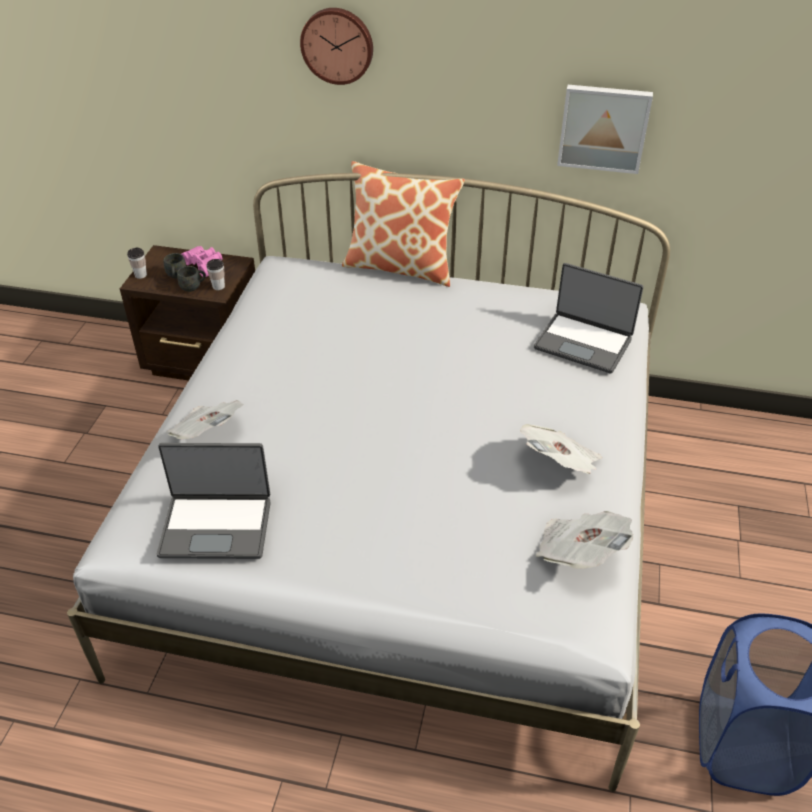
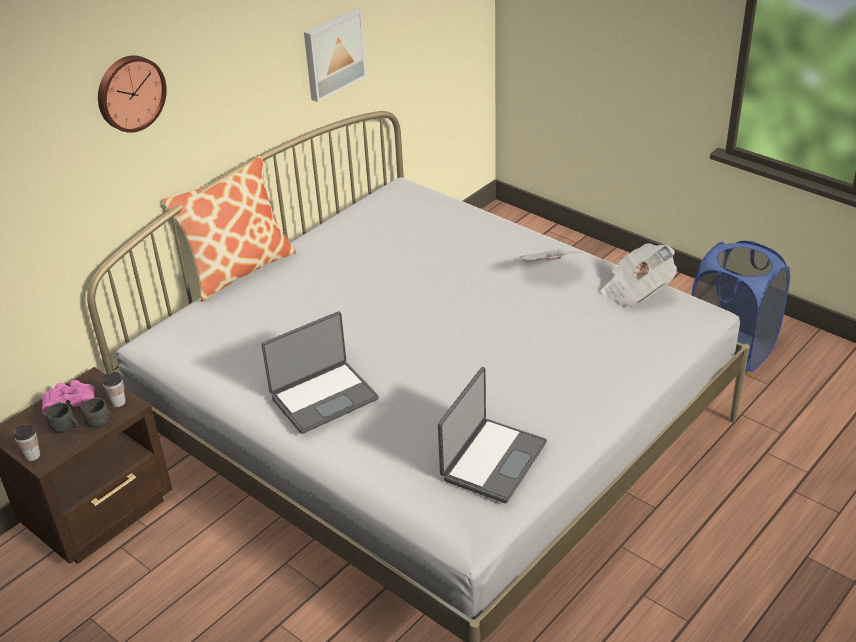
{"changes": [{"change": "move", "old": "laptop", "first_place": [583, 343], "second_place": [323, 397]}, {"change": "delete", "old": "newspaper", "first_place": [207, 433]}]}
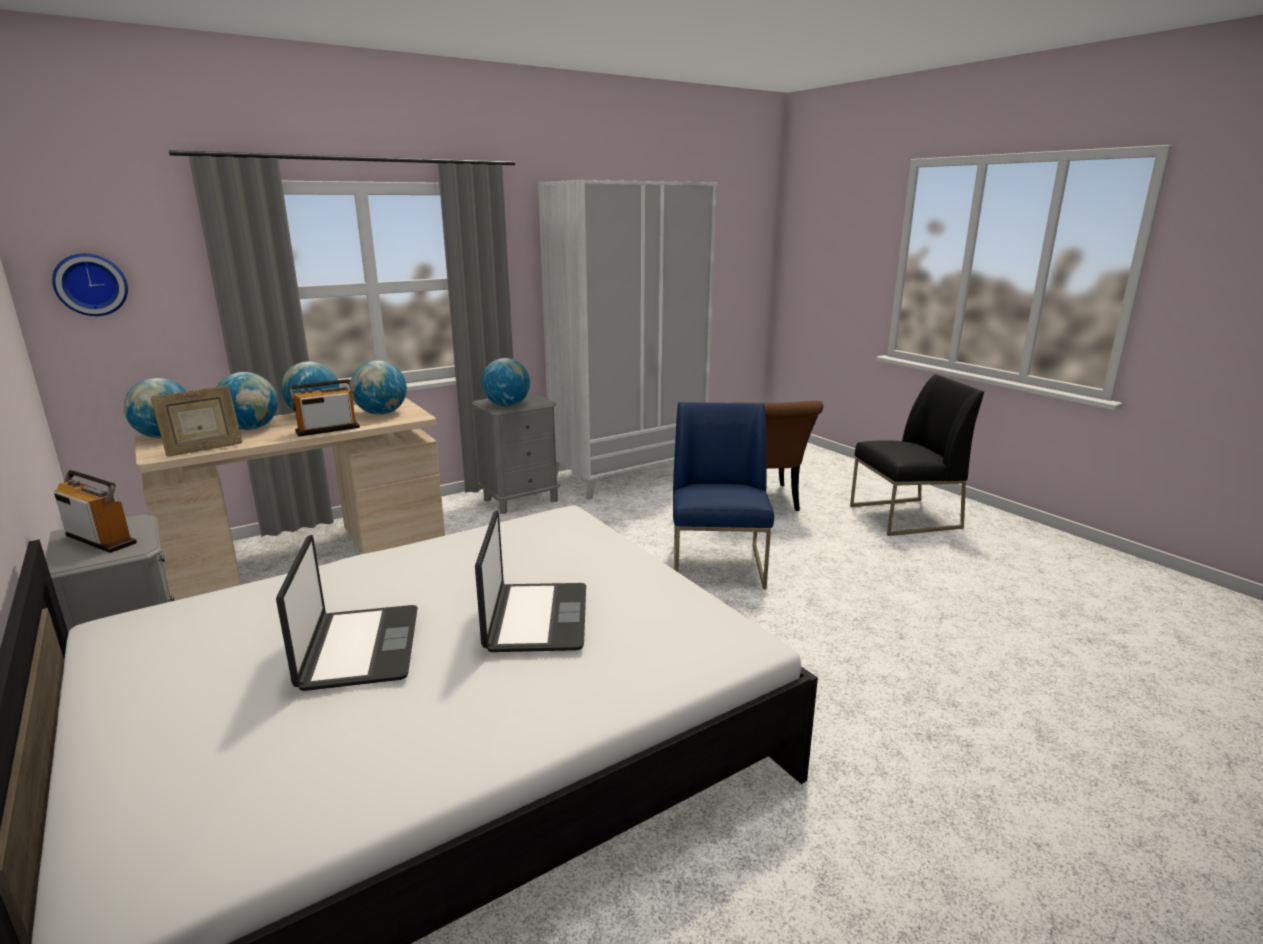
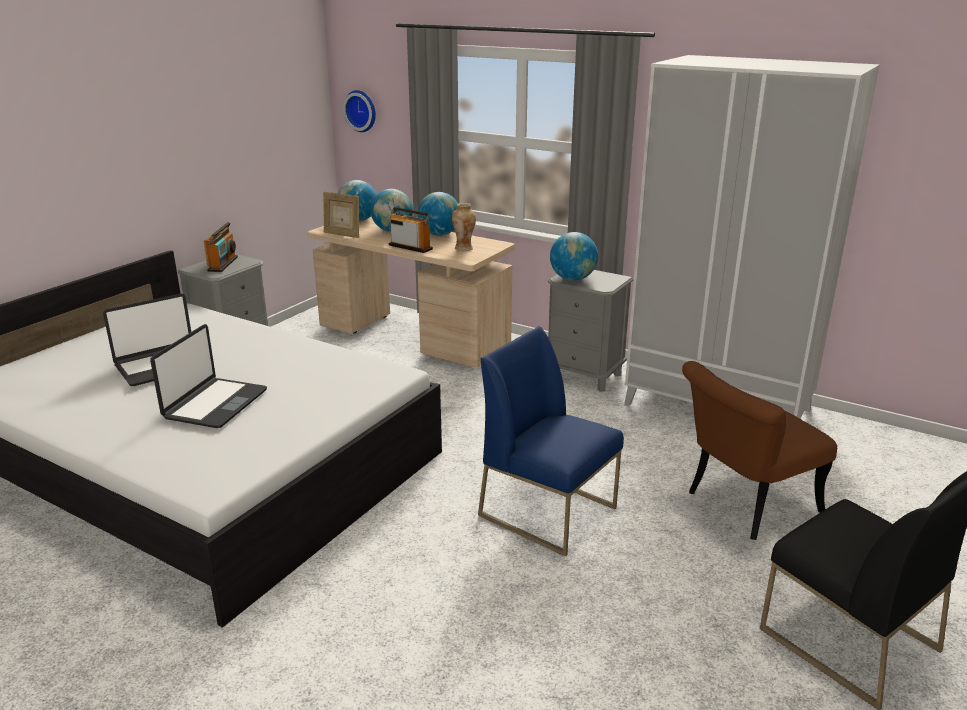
{"changes": [{"change": "replace", "old": "globe", "new": "vase", "first_place": [381, 413], "second_place": [464, 249]}, {"change": "rotate", "old": "blue chair", "first_place": [718, 566], "second_place": [549, 511], "degrees": -120}, {"change": "rotate", "old": "laptop", "first_place": [535, 618], "second_place": [215, 404], "degrees": -45}]}
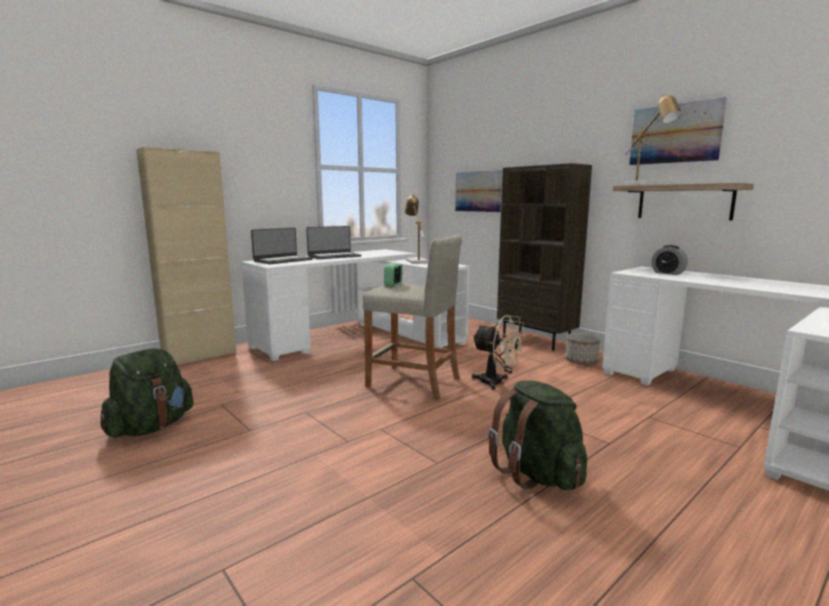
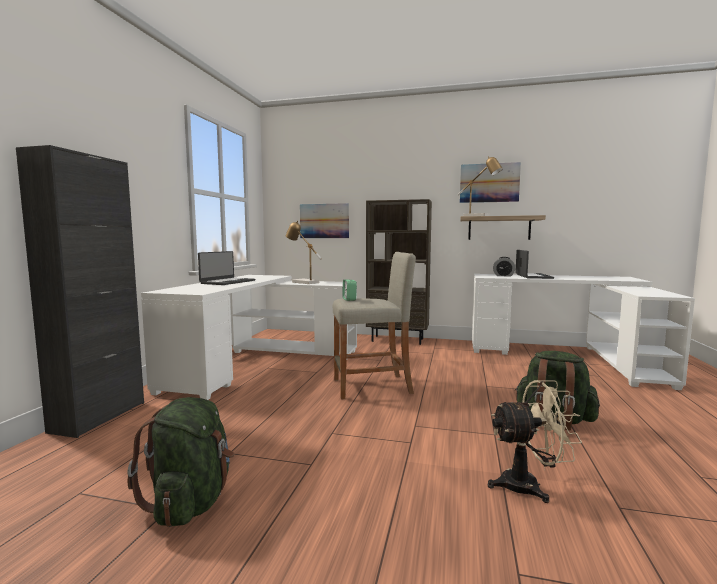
{"changes": [{"change": "recolor", "old": "beige cabinet", "new": "black cabinet", "first_place": [199, 356], "second_place": [98, 417]}, {"change": "move", "old": "laptop", "first_place": [283, 260], "second_place": [532, 276]}, {"change": "move", "old": "beige fan", "first_place": [497, 383], "second_place": [529, 485]}, {"change": "delete", "old": "planter", "first_place": [581, 361]}]}
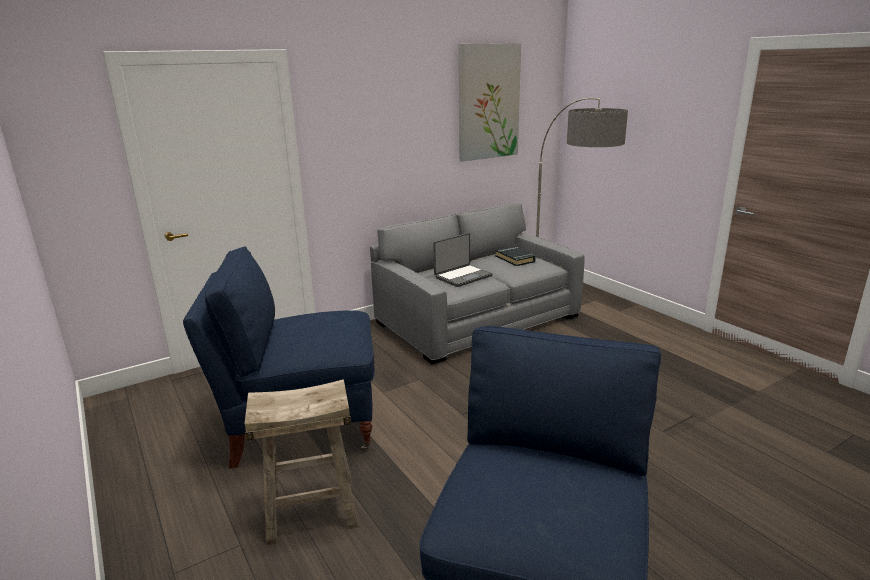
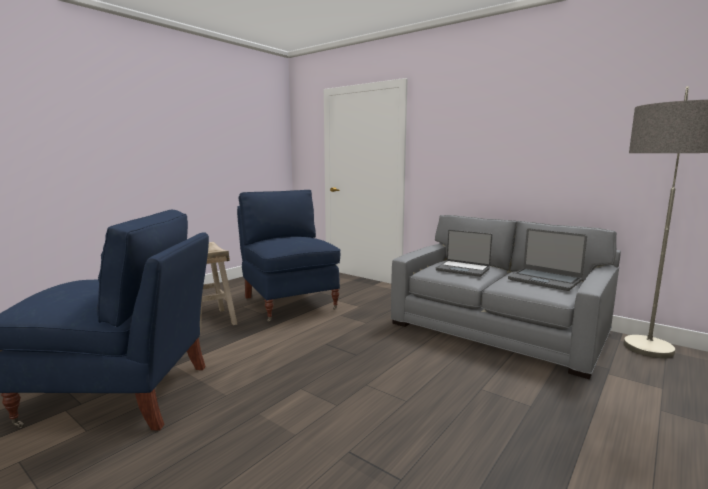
{"changes": [{"change": "delete", "old": "picture", "first_place": [488, 102]}, {"change": "replace", "old": "black book", "new": "laptop", "first_place": [515, 259], "second_place": [544, 280]}]}
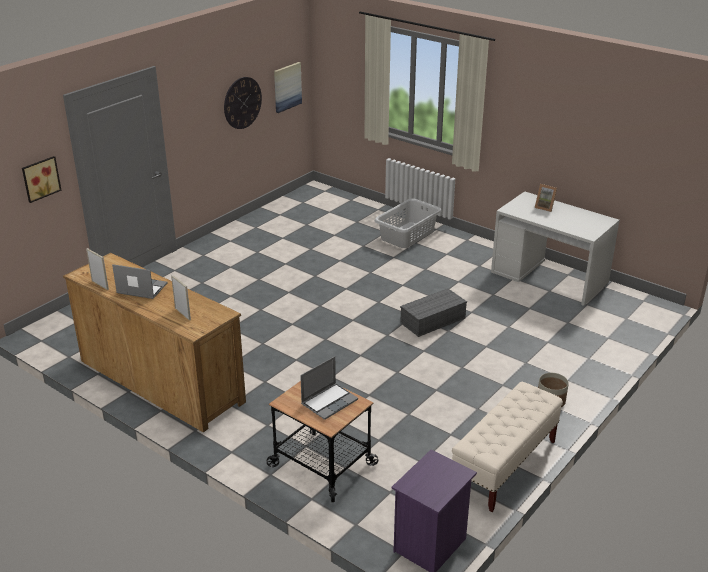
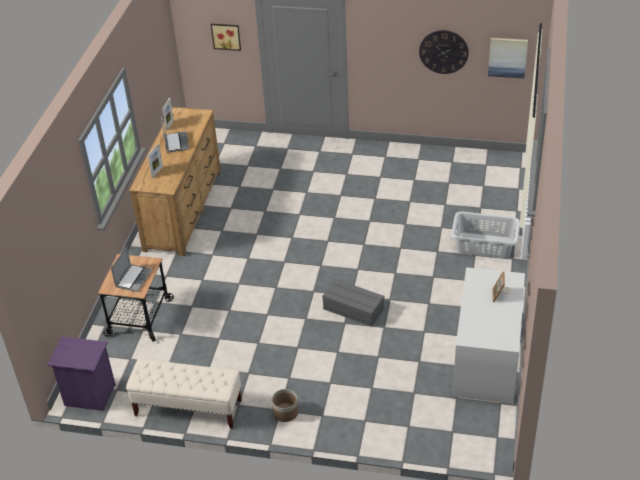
{"changes": [{"change": "rotate", "old": "laptop", "first_place": [329, 401], "second_place": [133, 278], "degrees": -90}]}
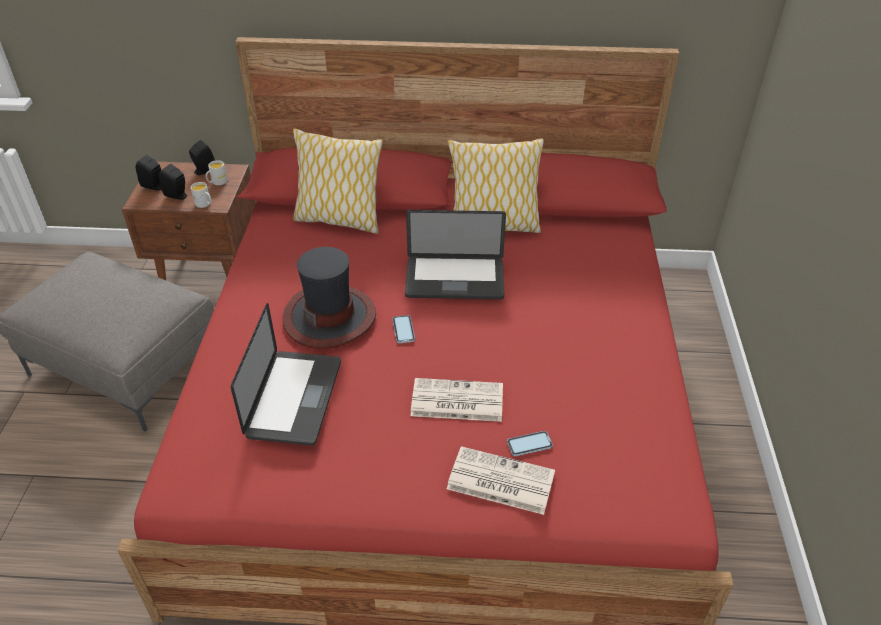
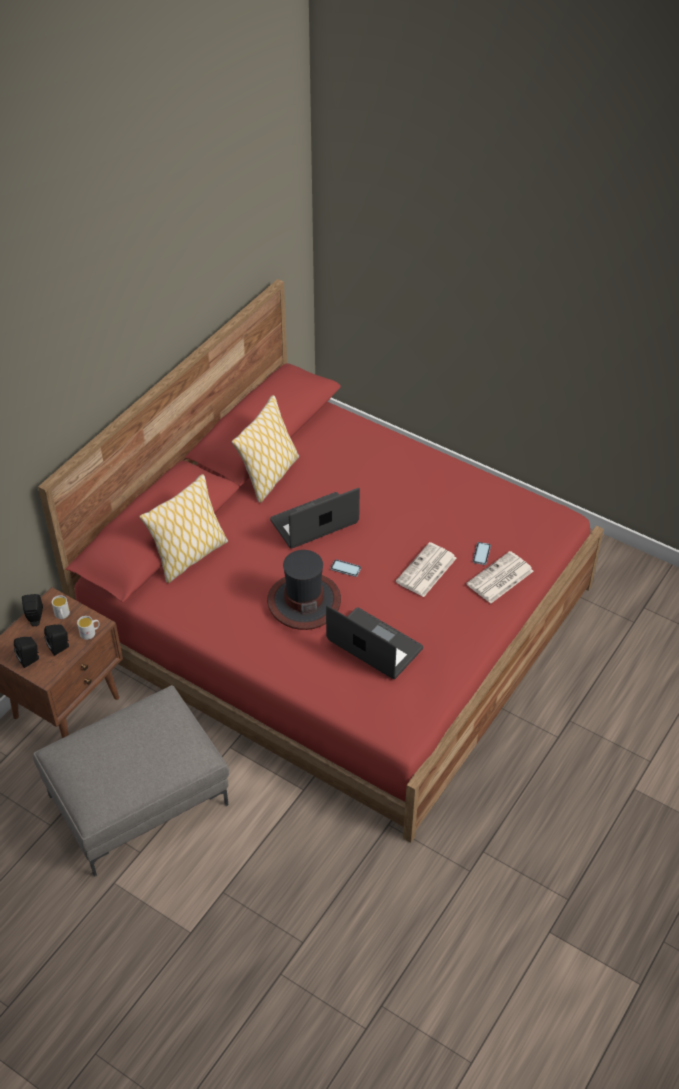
{"changes": [{"change": "rotate", "old": "laptop", "first_place": [454, 279], "second_place": [314, 522], "degrees": -150}]}
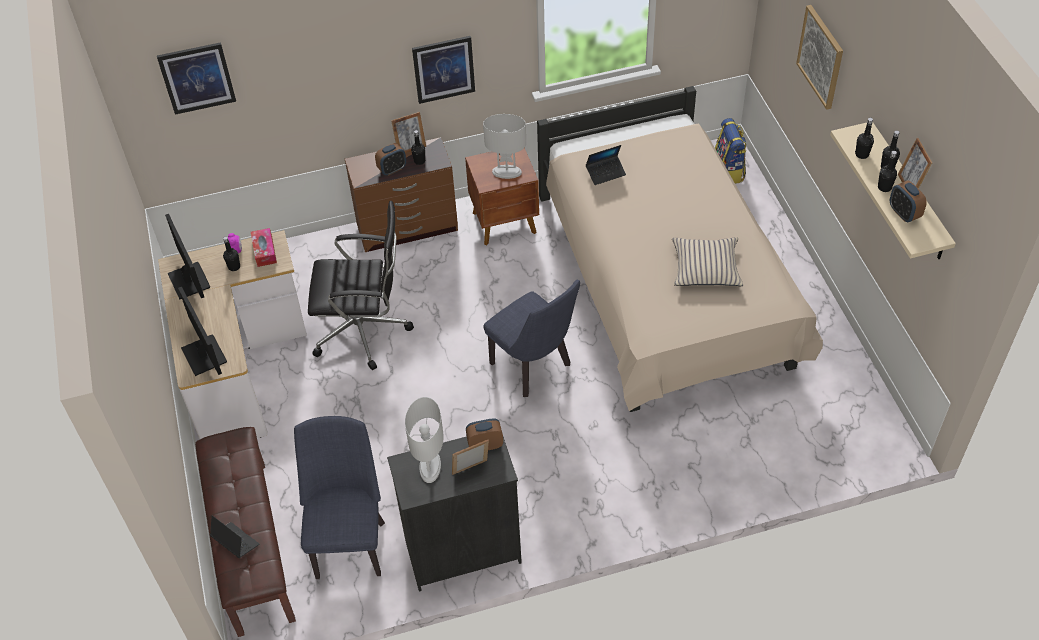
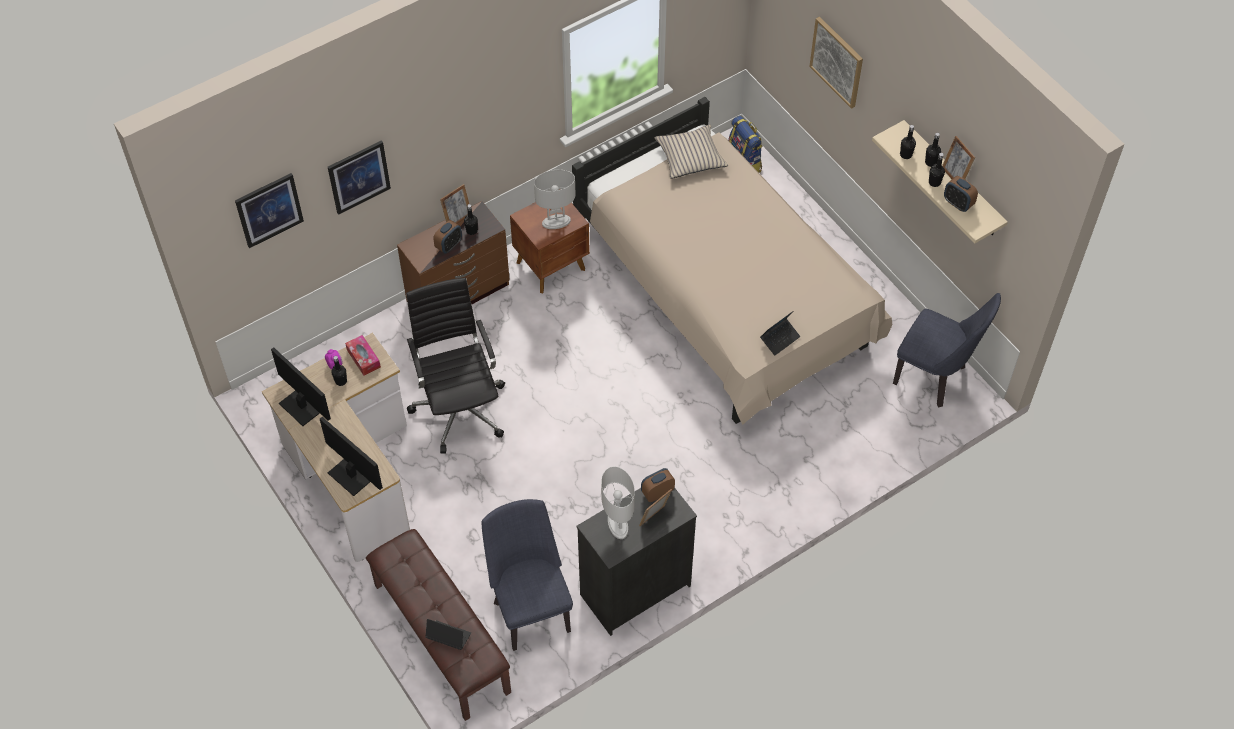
{"changes": [{"change": "move", "old": "picture", "first_place": [443, 69], "second_place": [359, 176]}, {"change": "move", "old": "laptop", "first_place": [605, 173], "second_place": [780, 339]}, {"change": "rotate", "old": "black office chair", "first_place": [364, 330], "second_place": [459, 407], "degrees": -90}, {"change": "move", "old": "beige pillow", "first_place": [705, 268], "second_place": [690, 157]}, {"change": "move", "old": "blue chair", "first_place": [534, 368], "second_place": [935, 378]}]}
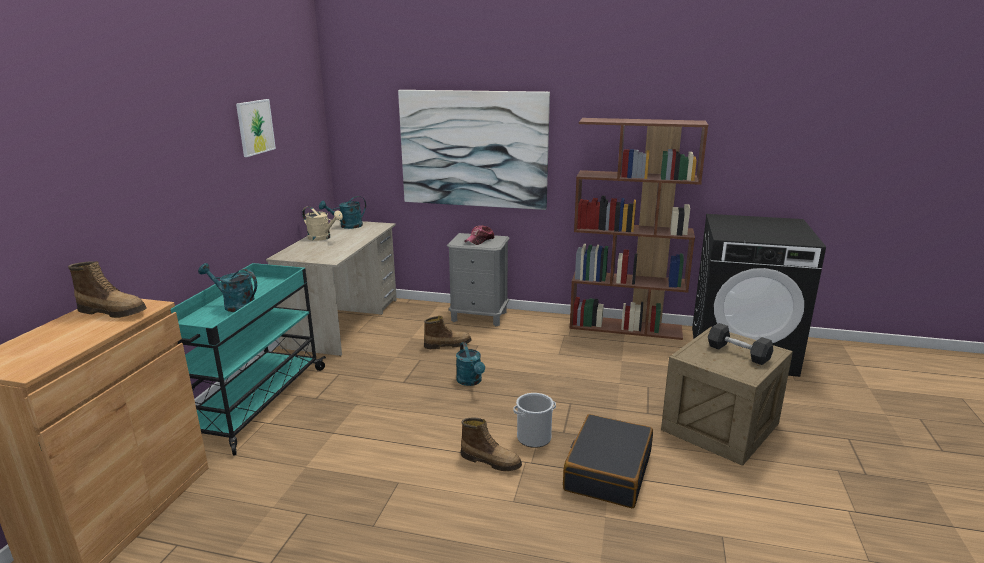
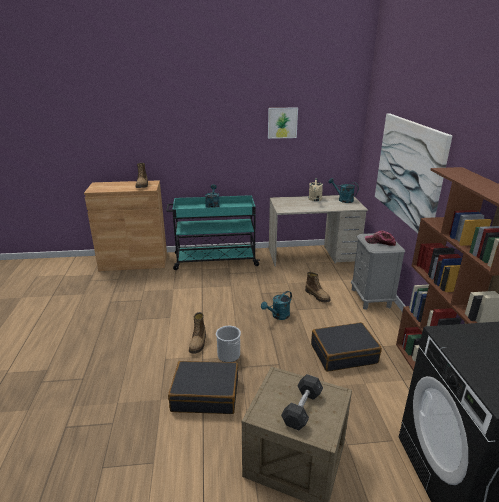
{"changes": [{"change": "insert", "new": "black suitcase", "second_place": [343, 353]}]}
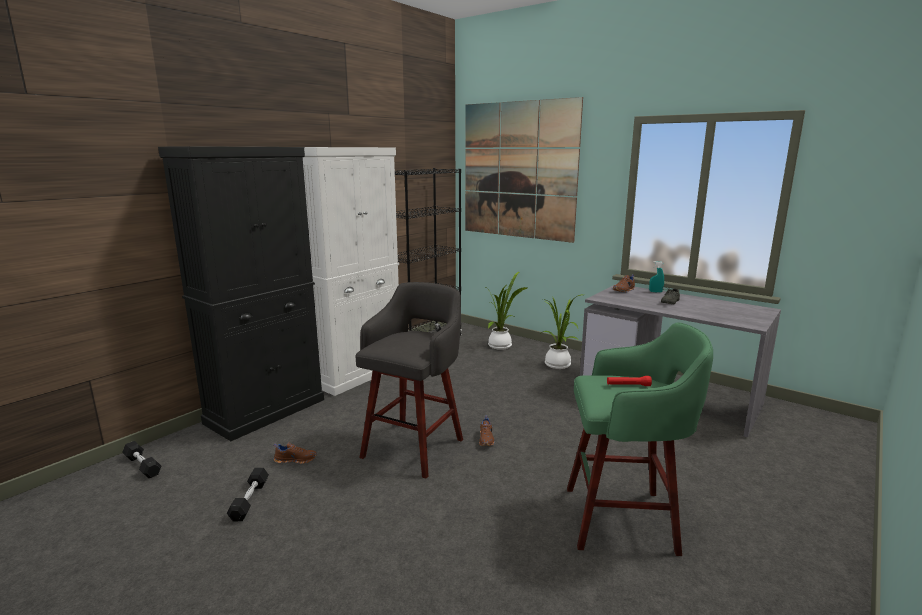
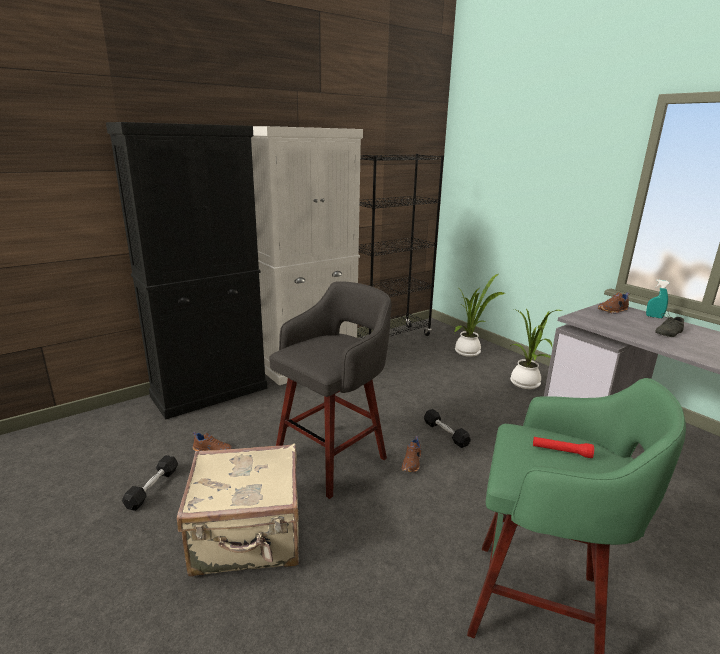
{"changes": [{"change": "delete", "old": "picture", "first_place": [518, 171]}, {"change": "move", "old": "black dumbbell", "first_place": [142, 466], "second_place": [445, 433]}, {"change": "insert", "new": "beige suitcase", "second_place": [248, 538]}]}
